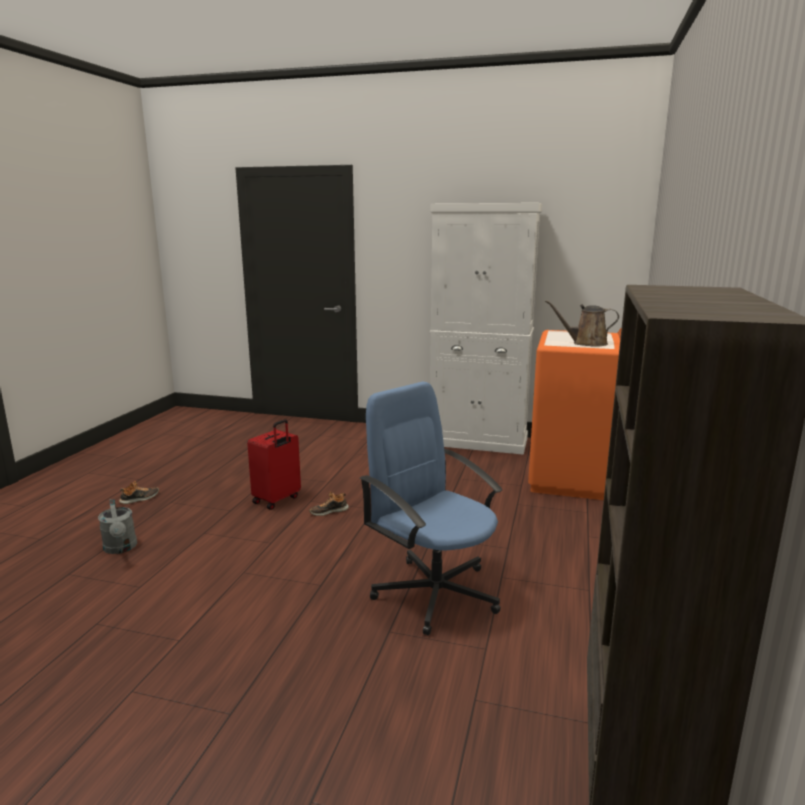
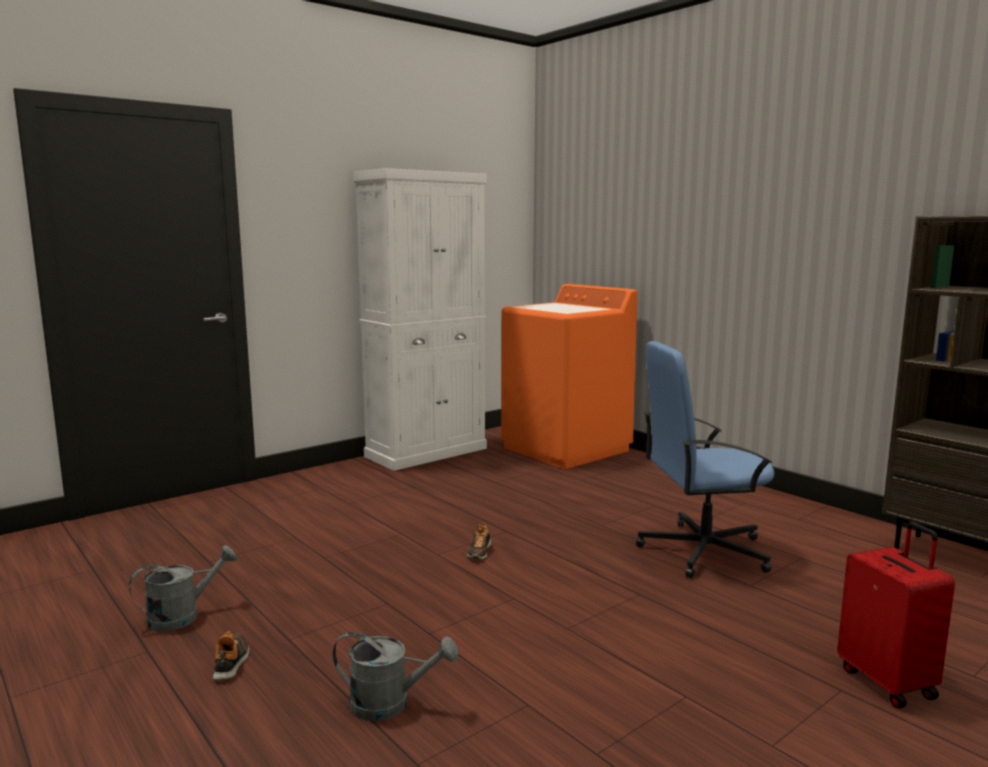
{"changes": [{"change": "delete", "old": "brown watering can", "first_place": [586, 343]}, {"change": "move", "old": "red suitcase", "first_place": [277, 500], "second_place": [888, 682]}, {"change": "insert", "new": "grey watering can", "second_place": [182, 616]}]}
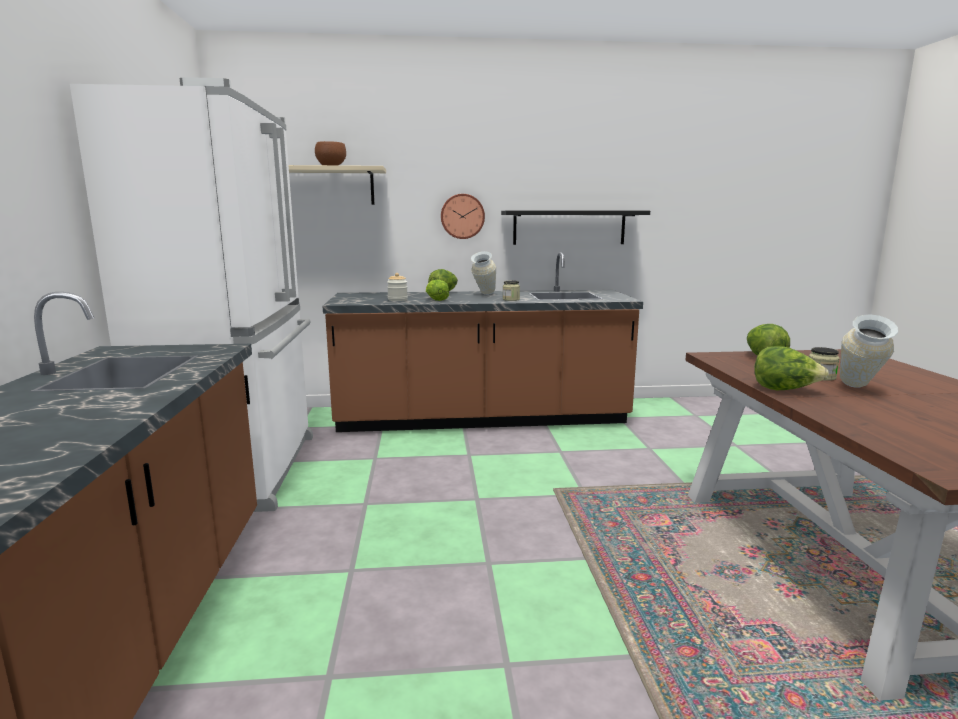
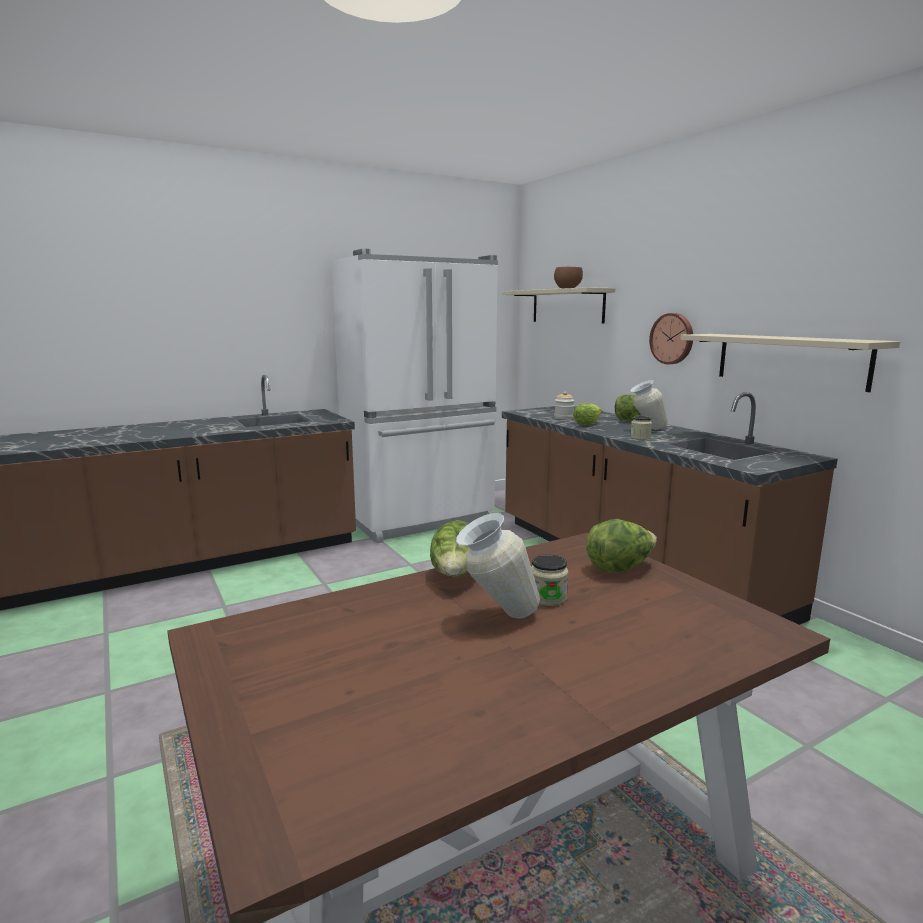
{"changes": [{"change": "recolor", "old": "black shelf", "new": "beige shelf", "first_place": [569, 227], "second_place": [790, 360]}]}
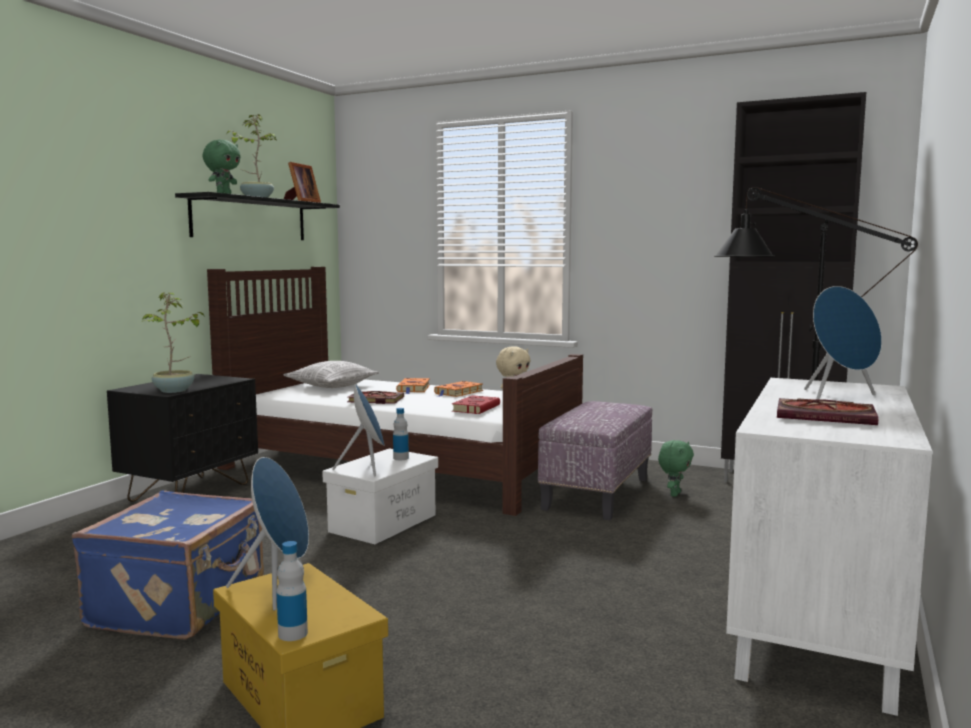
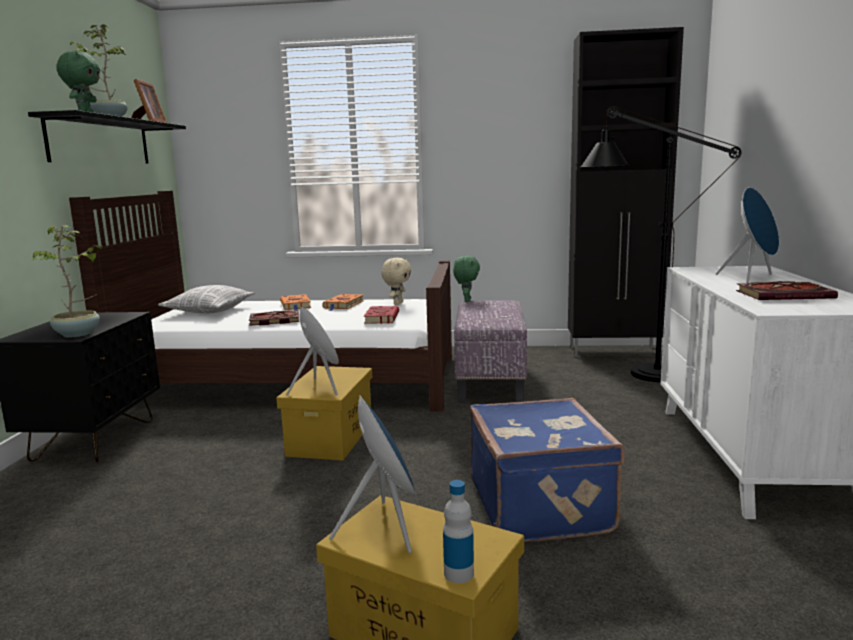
{"changes": [{"change": "delete", "old": "bottle", "first_place": [401, 458]}, {"change": "move", "old": "green plush toy", "first_place": [674, 494], "second_place": [466, 301]}, {"change": "recolor", "old": "white storage box", "new": "yellow storage box", "first_place": [383, 522], "second_place": [330, 438]}, {"change": "move", "old": "blue suitcase", "first_place": [181, 604], "second_place": [541, 505]}]}
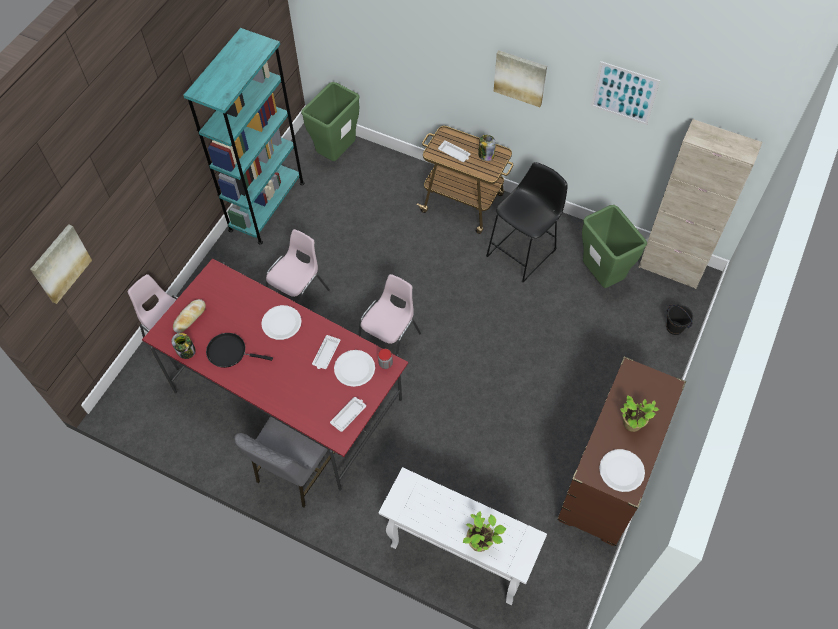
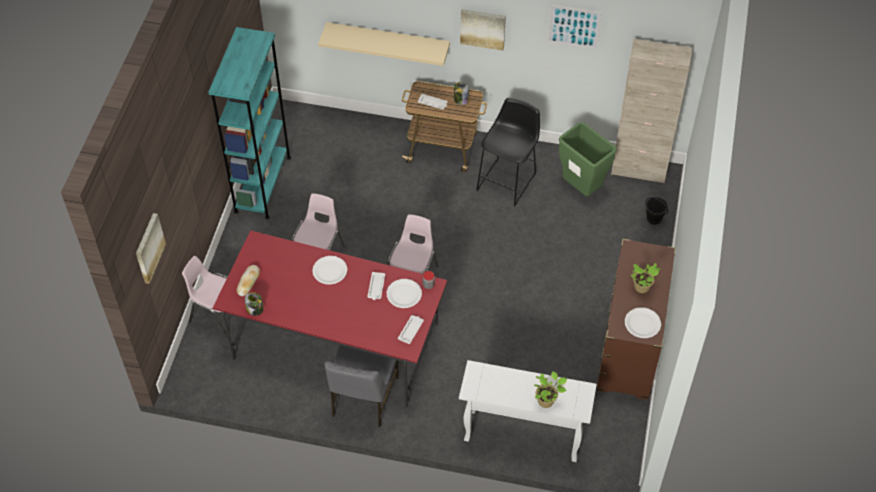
{"changes": [{"change": "delete", "old": "green trash can", "first_place": [337, 153]}, {"change": "delete", "old": "black frying pan", "first_place": [230, 352]}, {"change": "insert", "new": "beige shelf", "second_place": [388, 40]}]}
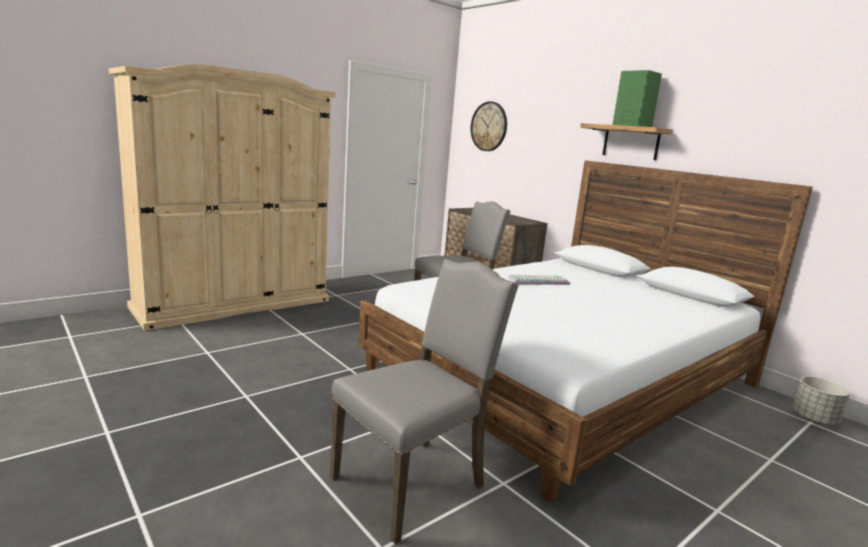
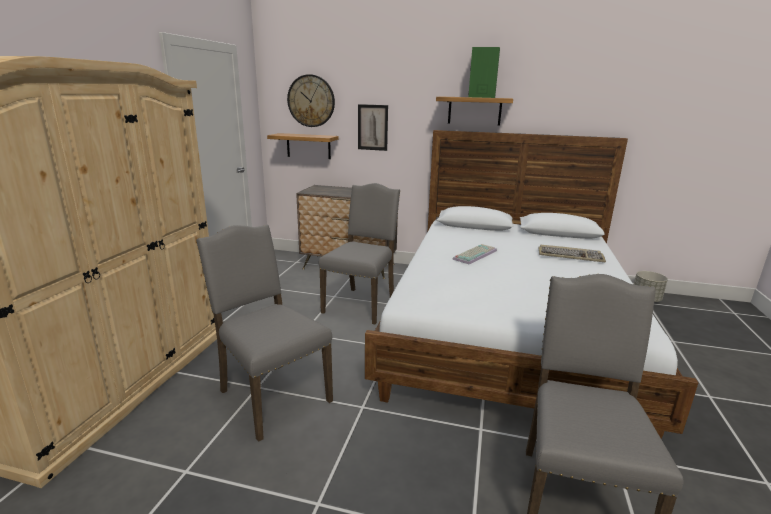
{"changes": [{"change": "insert", "new": "picture", "second_place": [372, 127]}, {"change": "insert", "new": "shelf", "second_place": [308, 146]}, {"change": "insert", "new": "grey chair", "second_place": [271, 396]}, {"change": "insert", "new": "keyboard", "second_place": [570, 256]}]}
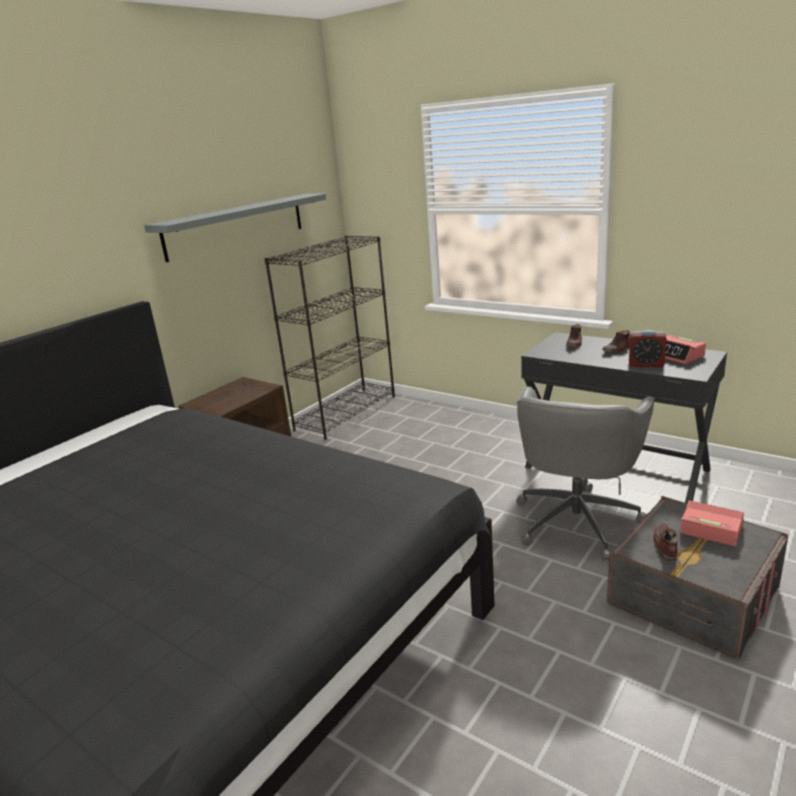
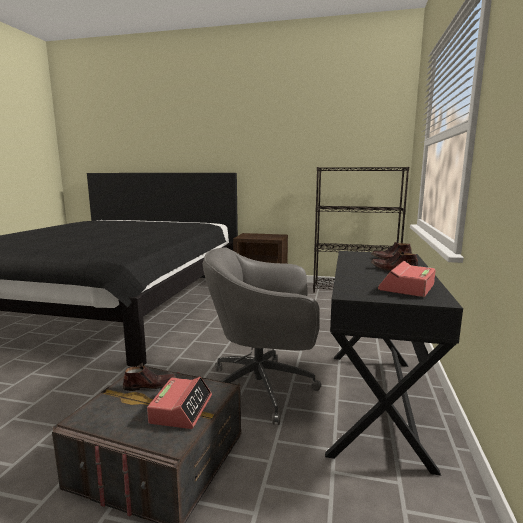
{"changes": [{"change": "delete", "old": "grey shelf", "first_place": [236, 225]}, {"change": "delete", "old": "alarm clock", "first_place": [646, 364]}]}
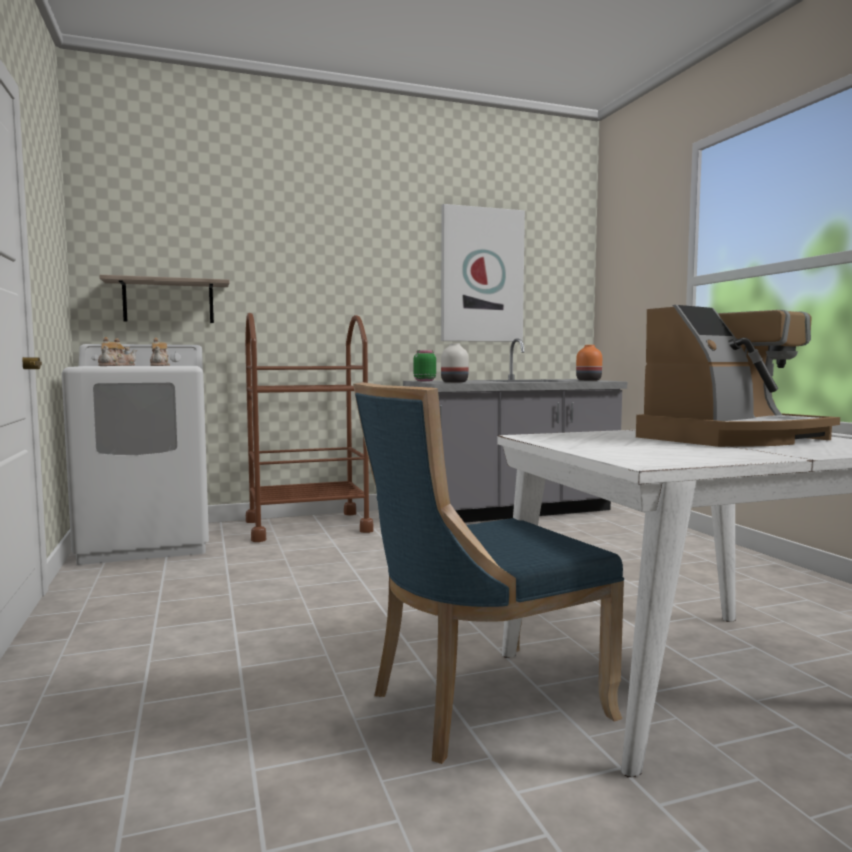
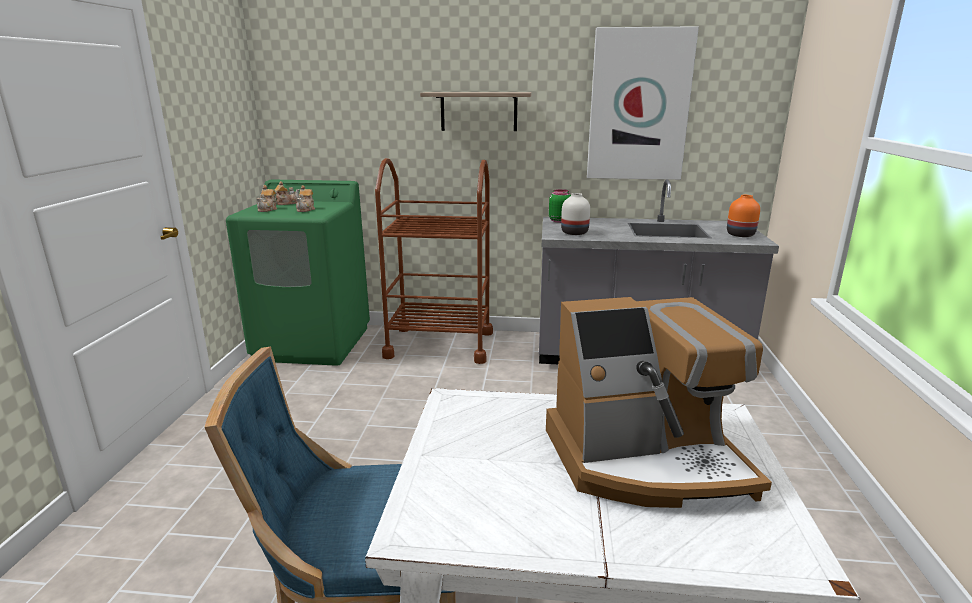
{"changes": [{"change": "move", "old": "shelf", "first_place": [168, 301], "second_place": [478, 111]}, {"change": "recolor", "old": "white washing machine", "new": "green washing machine", "first_place": [148, 543], "second_place": [313, 343]}]}
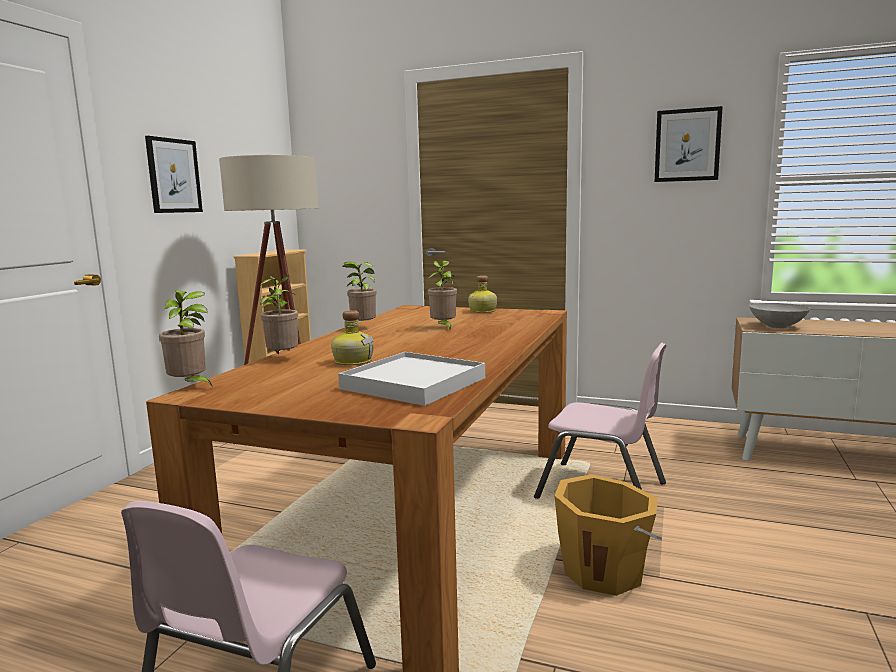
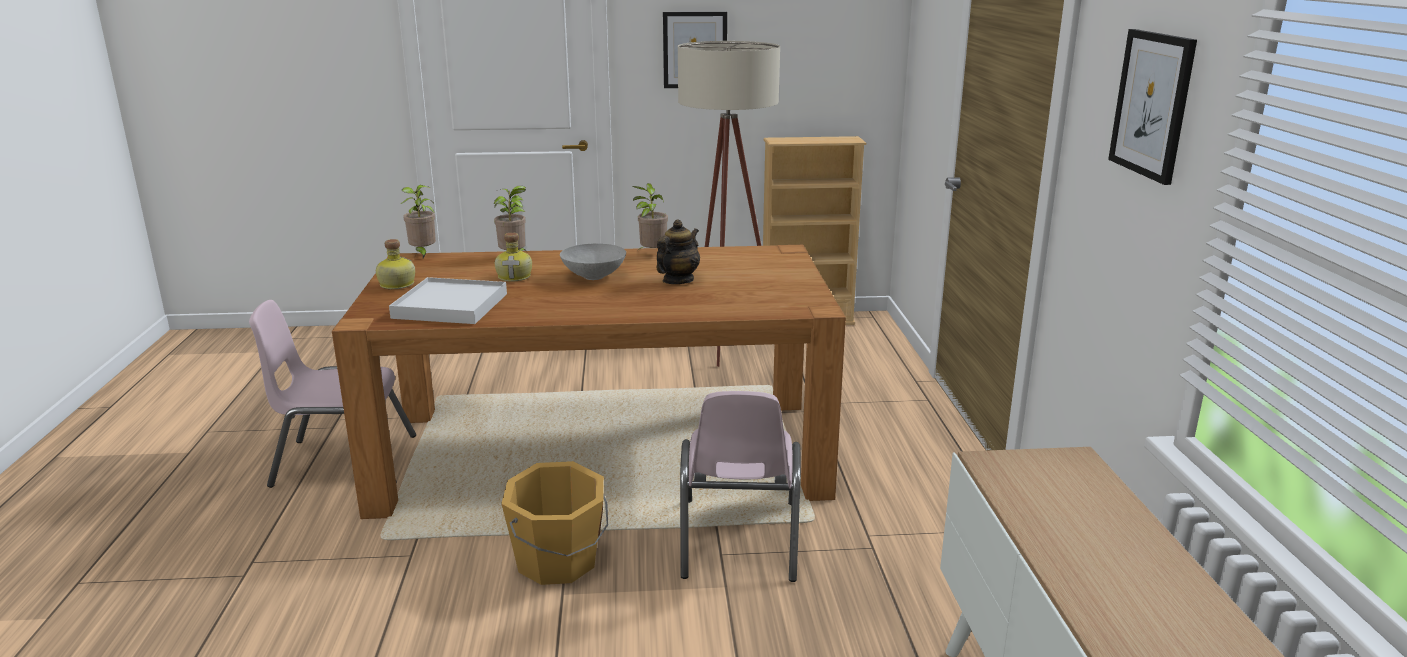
{"changes": [{"change": "replace", "old": "potted plant", "new": "teapot", "first_place": [443, 328], "second_place": [677, 280]}, {"change": "move", "old": "bottle", "first_place": [482, 311], "second_place": [396, 285]}, {"change": "move", "old": "grey bowl", "first_place": [777, 327], "second_place": [593, 276]}]}
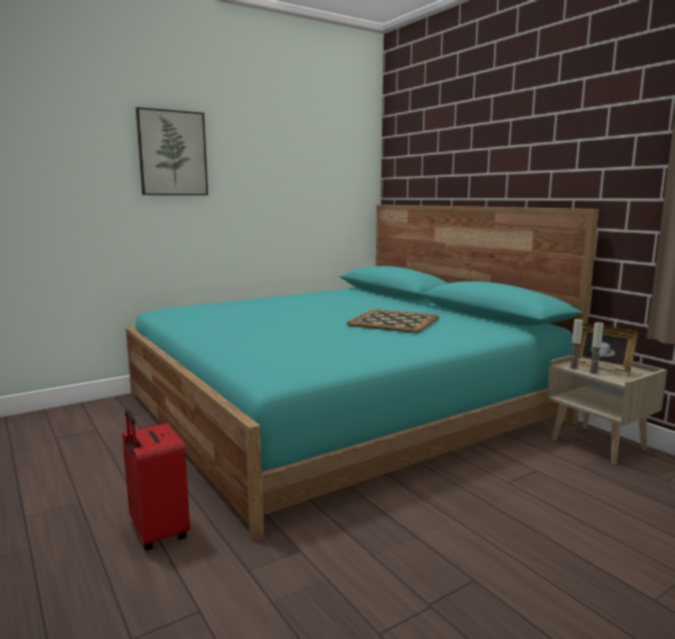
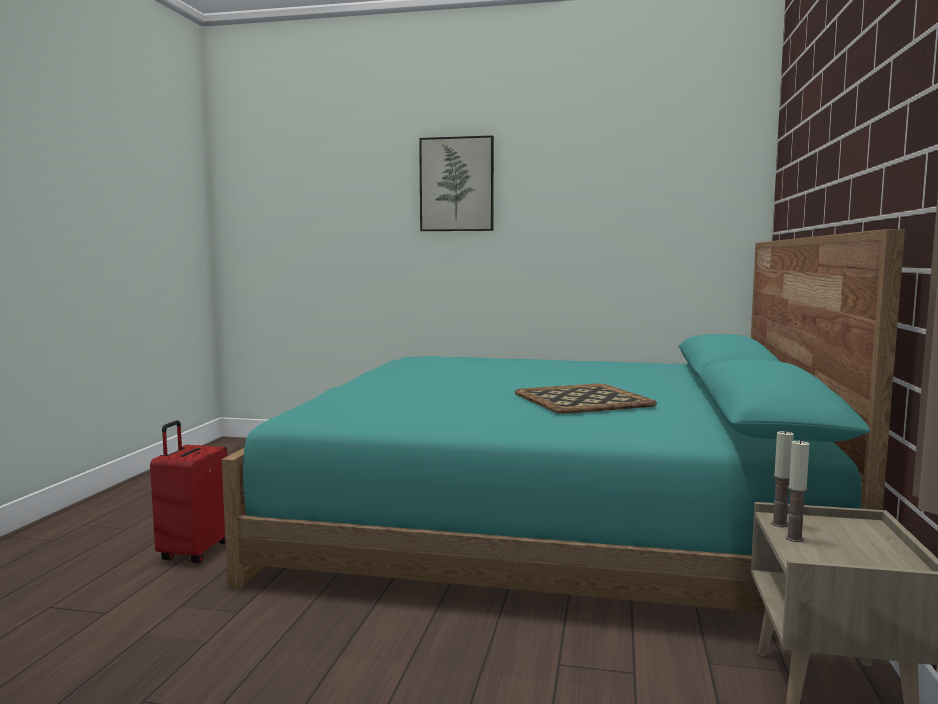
{"changes": [{"change": "delete", "old": "picture frame", "first_place": [600, 369]}]}
